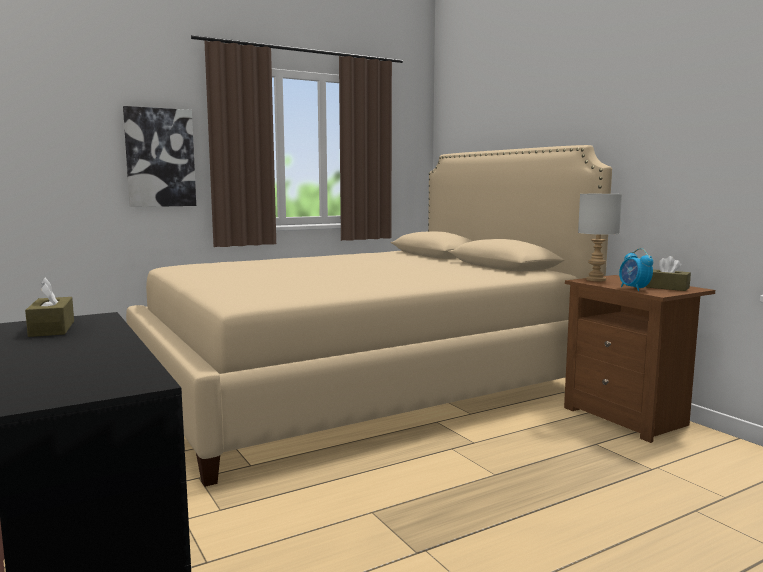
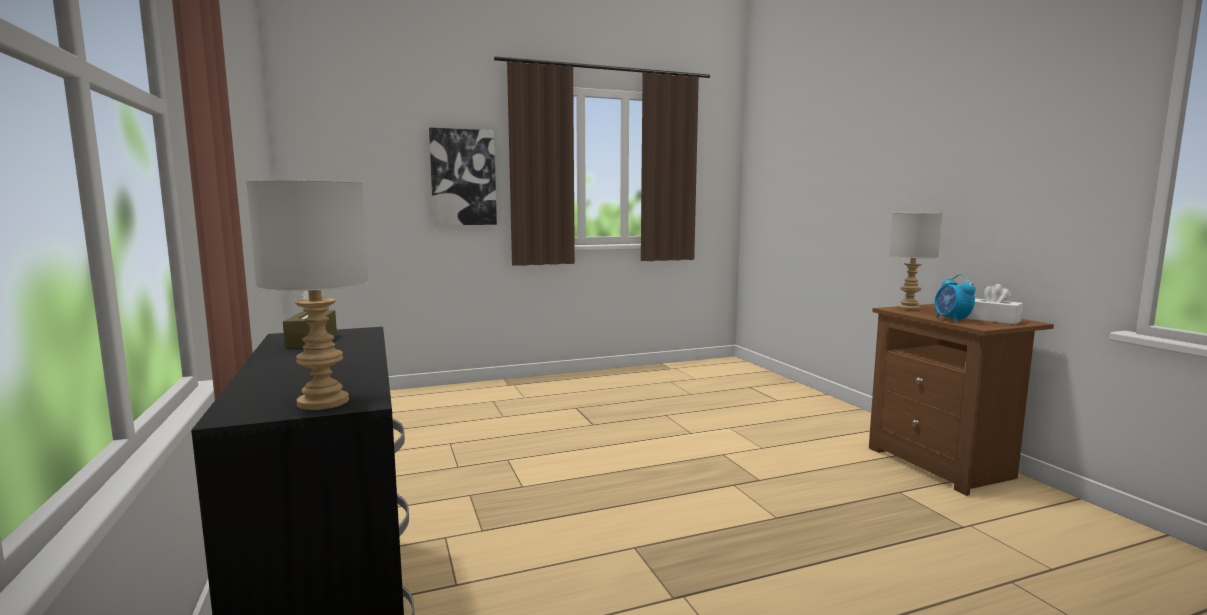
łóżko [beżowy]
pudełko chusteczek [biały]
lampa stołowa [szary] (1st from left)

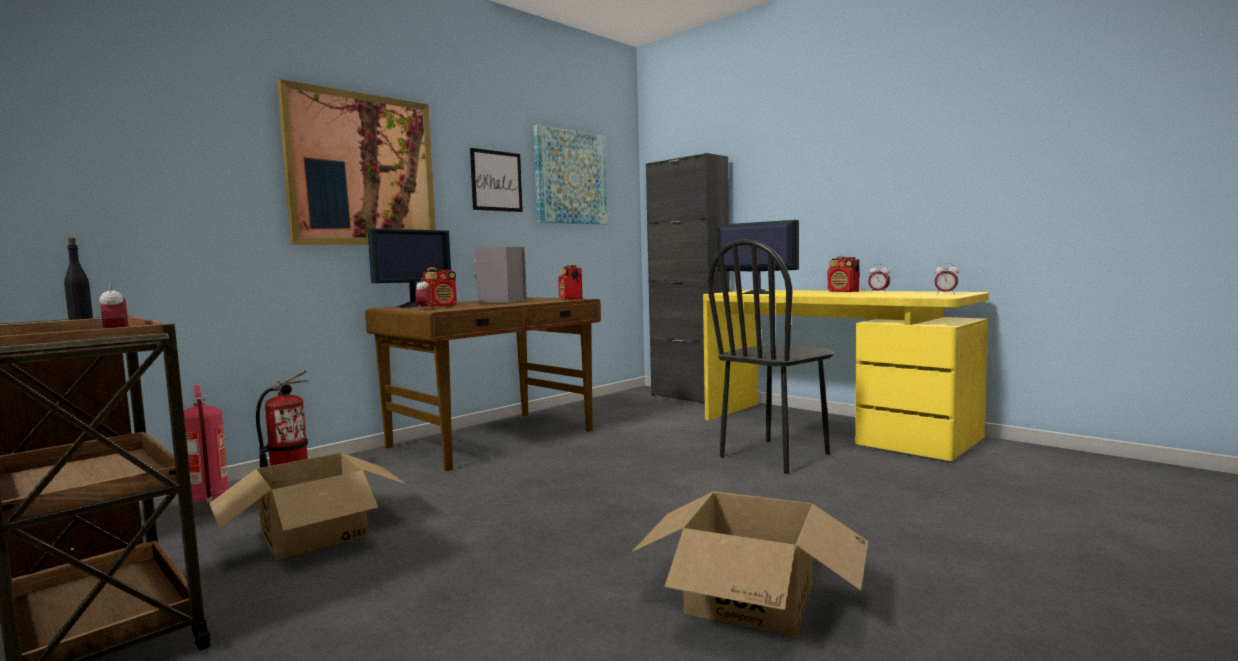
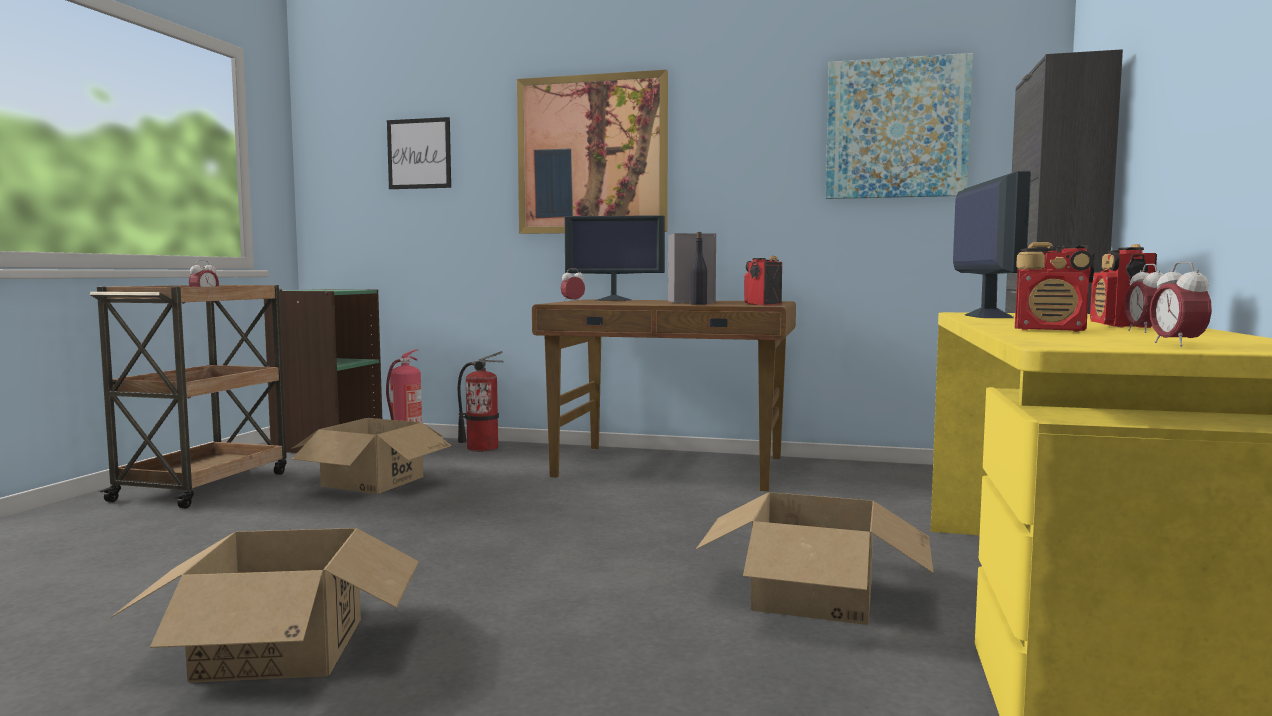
obraz (1st from left)
butelka [czarny]
karton (3rd from left)
radio (2nd from left)

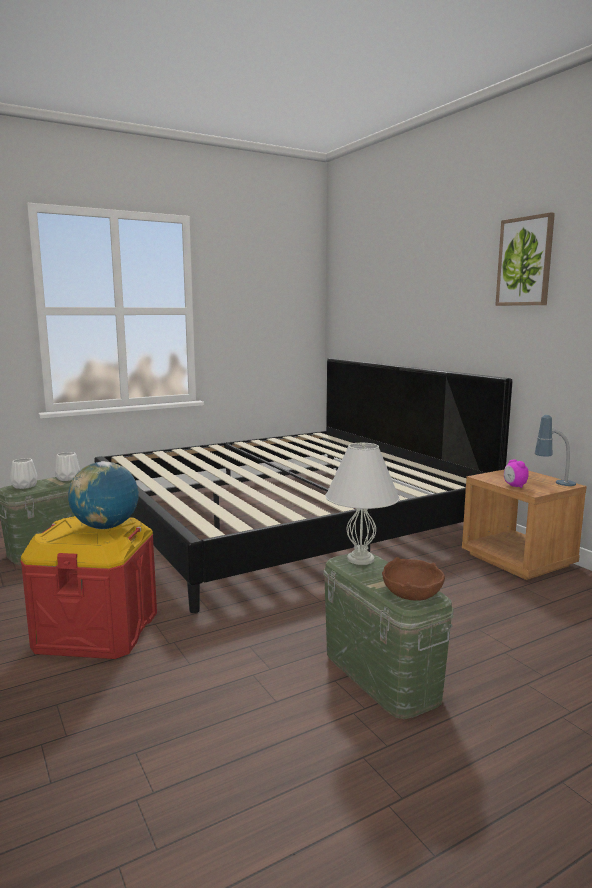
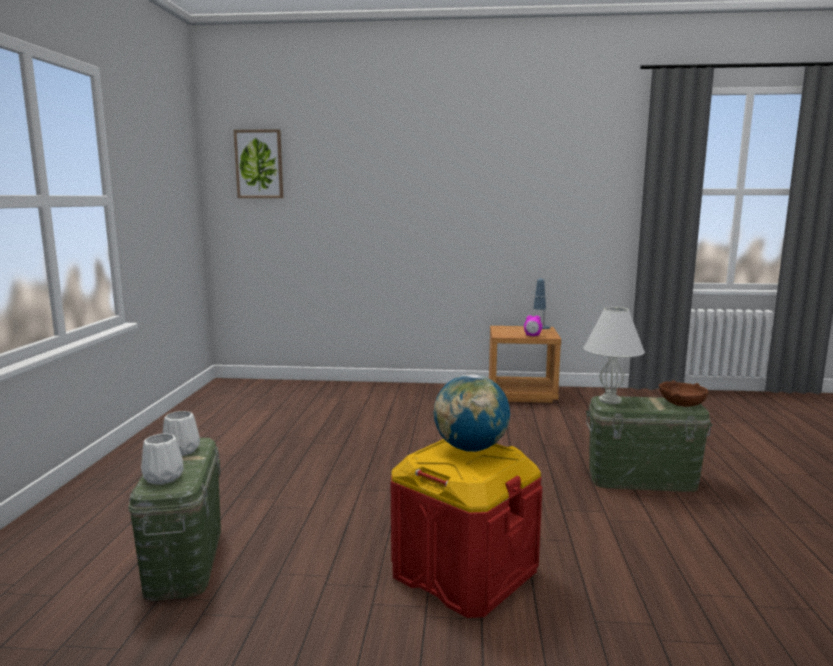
obraz
łóżko

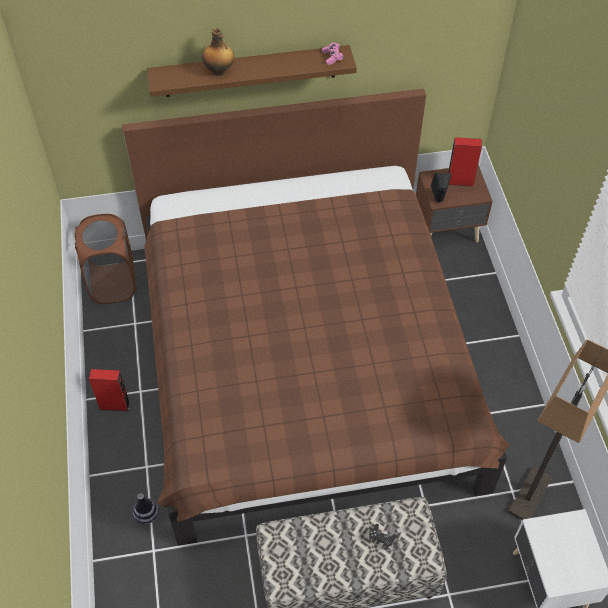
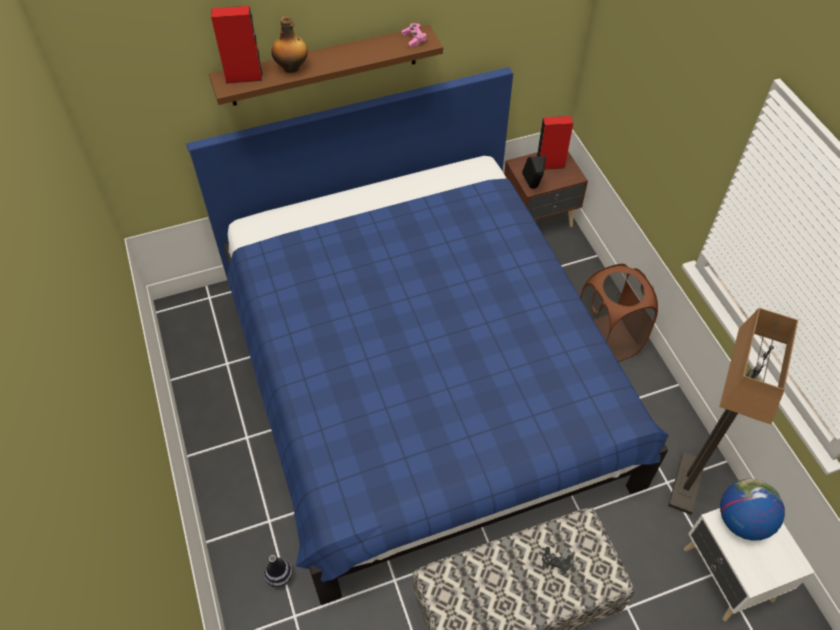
łóżko [niebieski]
kosz na pranie [brązowy]
głośnik [czerwony] (1st from left)
globus

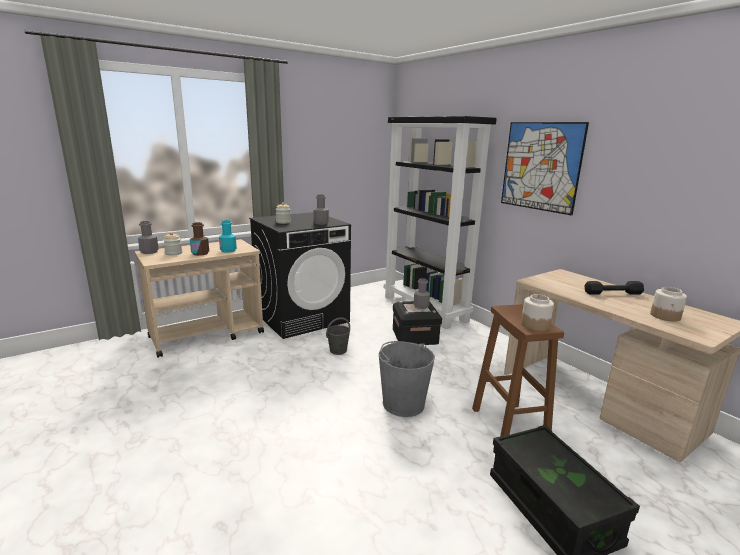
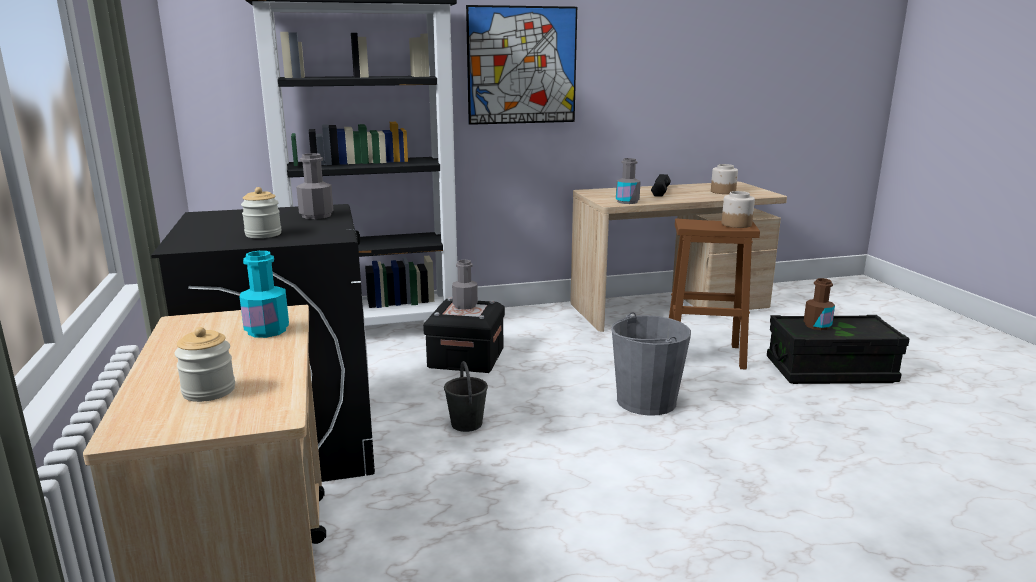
butelka [szary] (3rd from left)
butelka [brązowy]

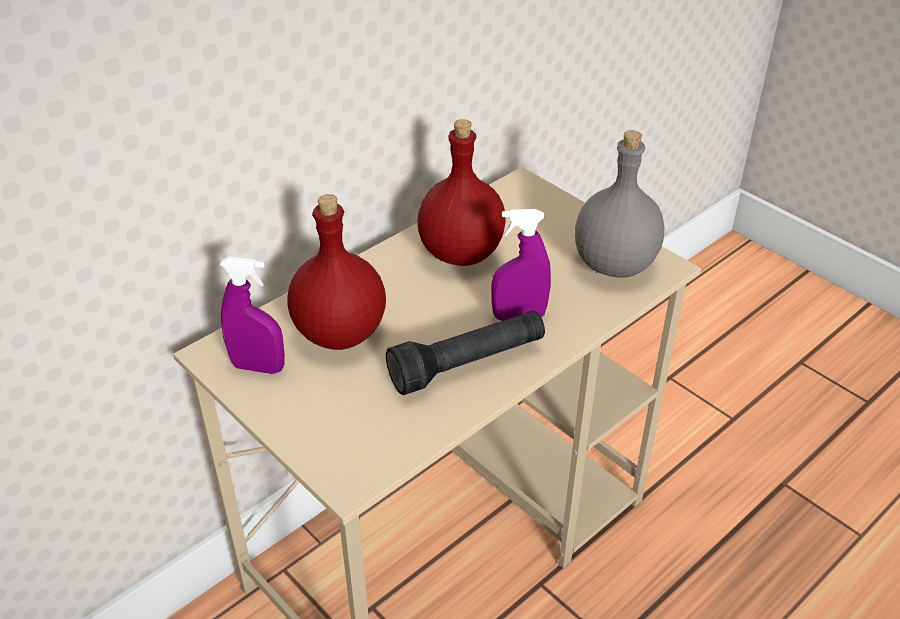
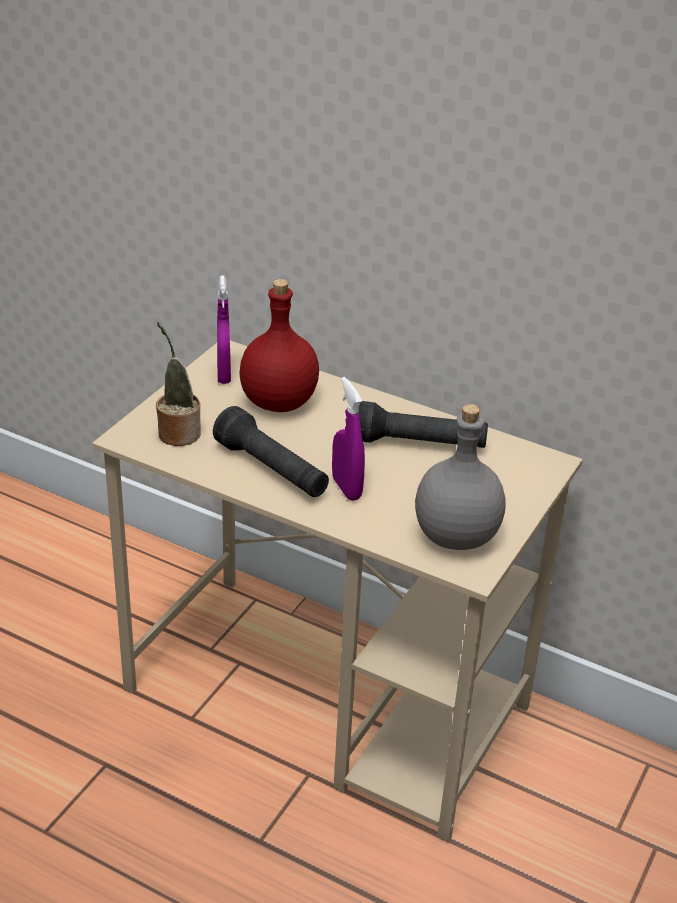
latarka [czarny] (2nd from left)
roślina doniczkowa

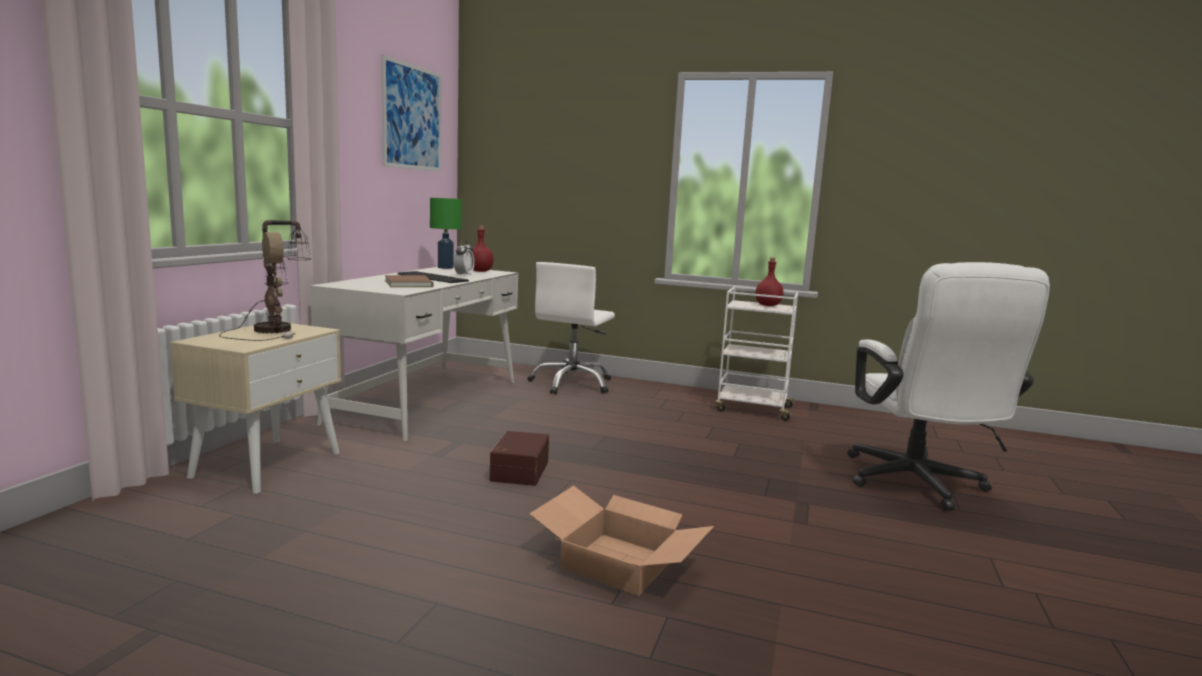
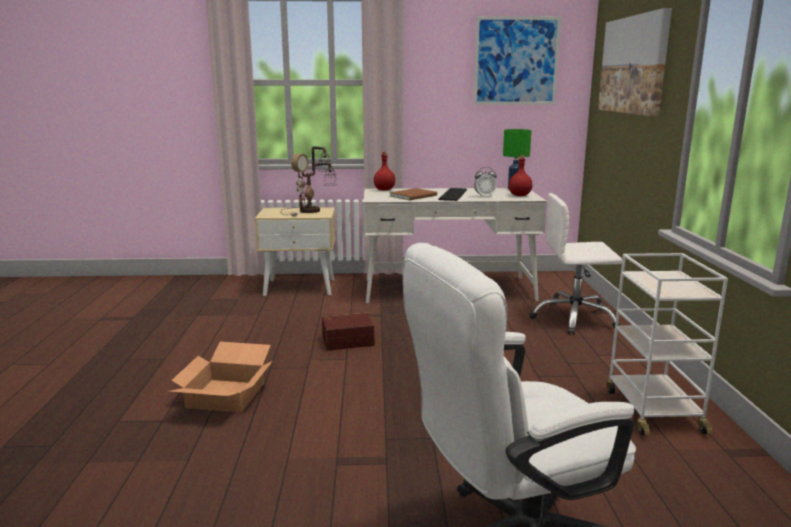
butelka [czerwony] (1st from left)
obraz (2nd from left)

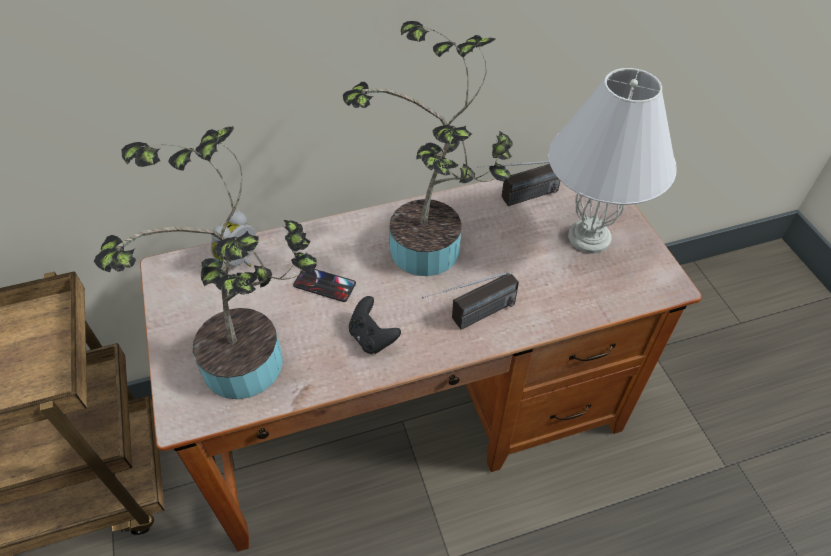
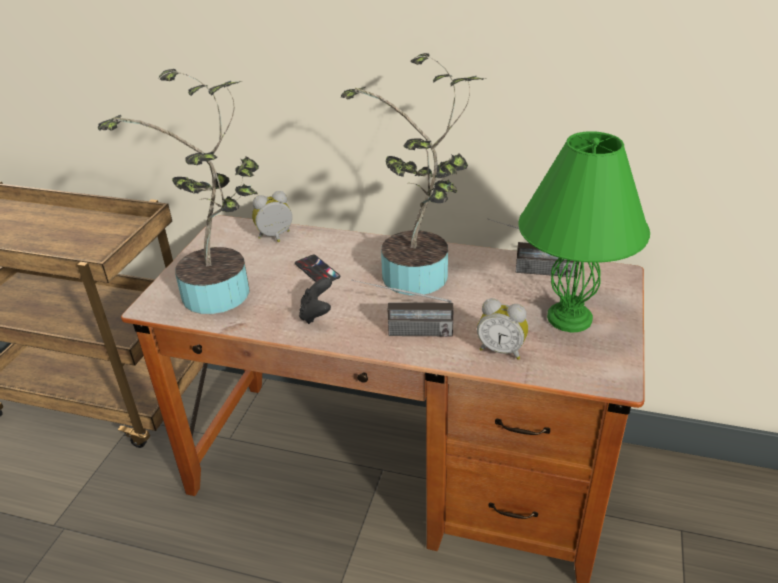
lampa stołowa [zielony]
budzik (2nd from left)

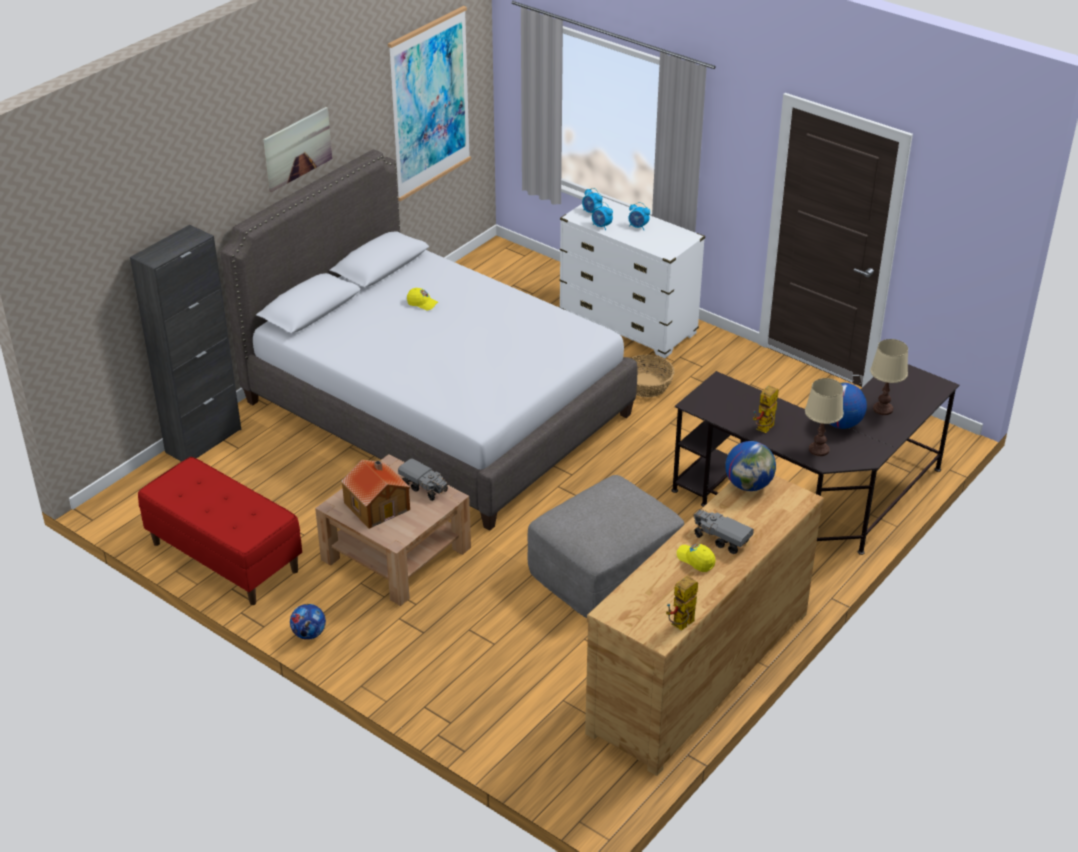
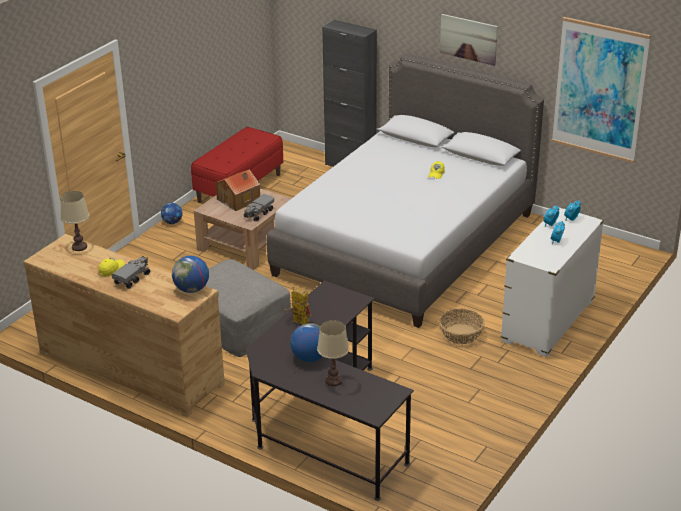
lampa stołowa [beżowy] (1st from left)
robot zabawkowy (1st from left in the first image)

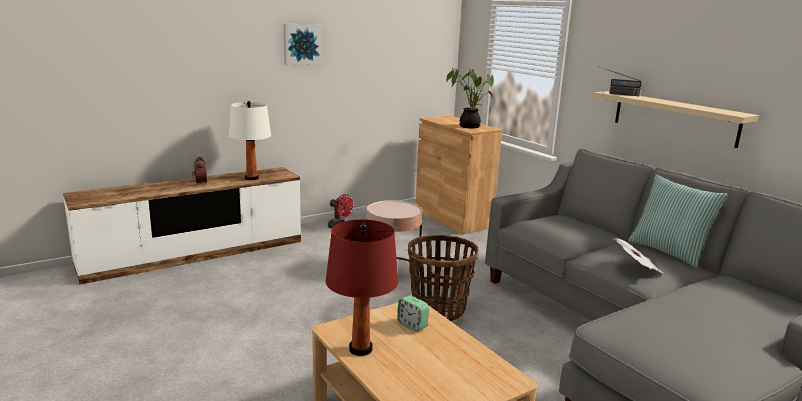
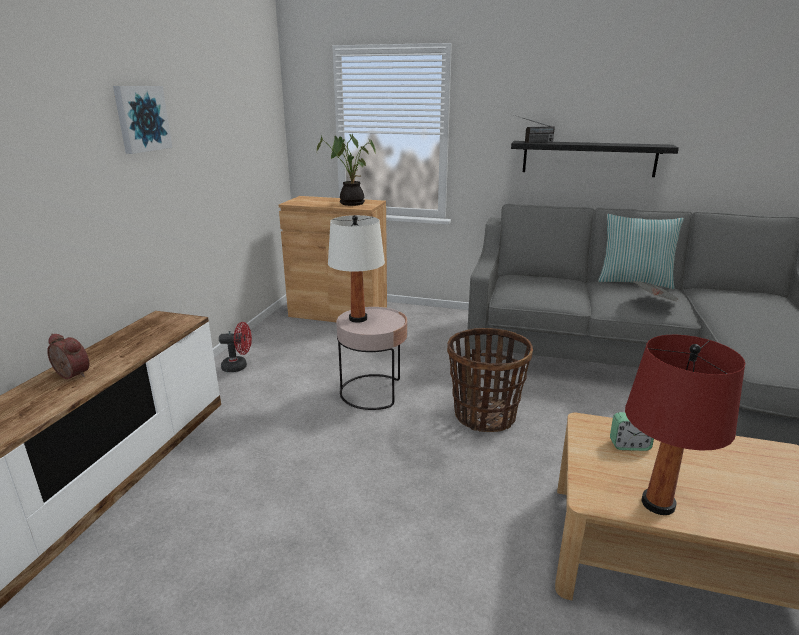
półka [czarny]
lampa stołowa [biały]

